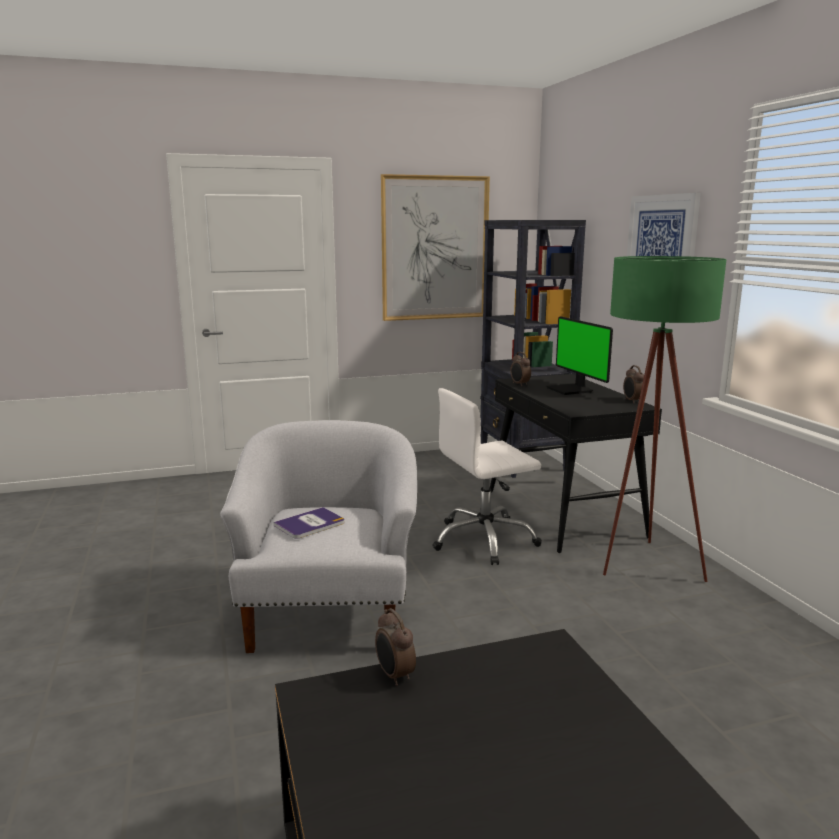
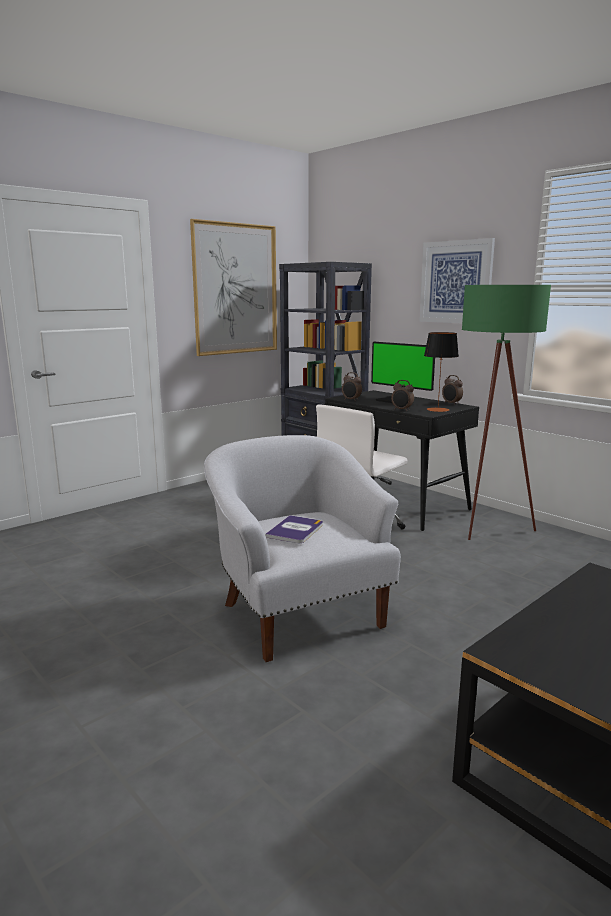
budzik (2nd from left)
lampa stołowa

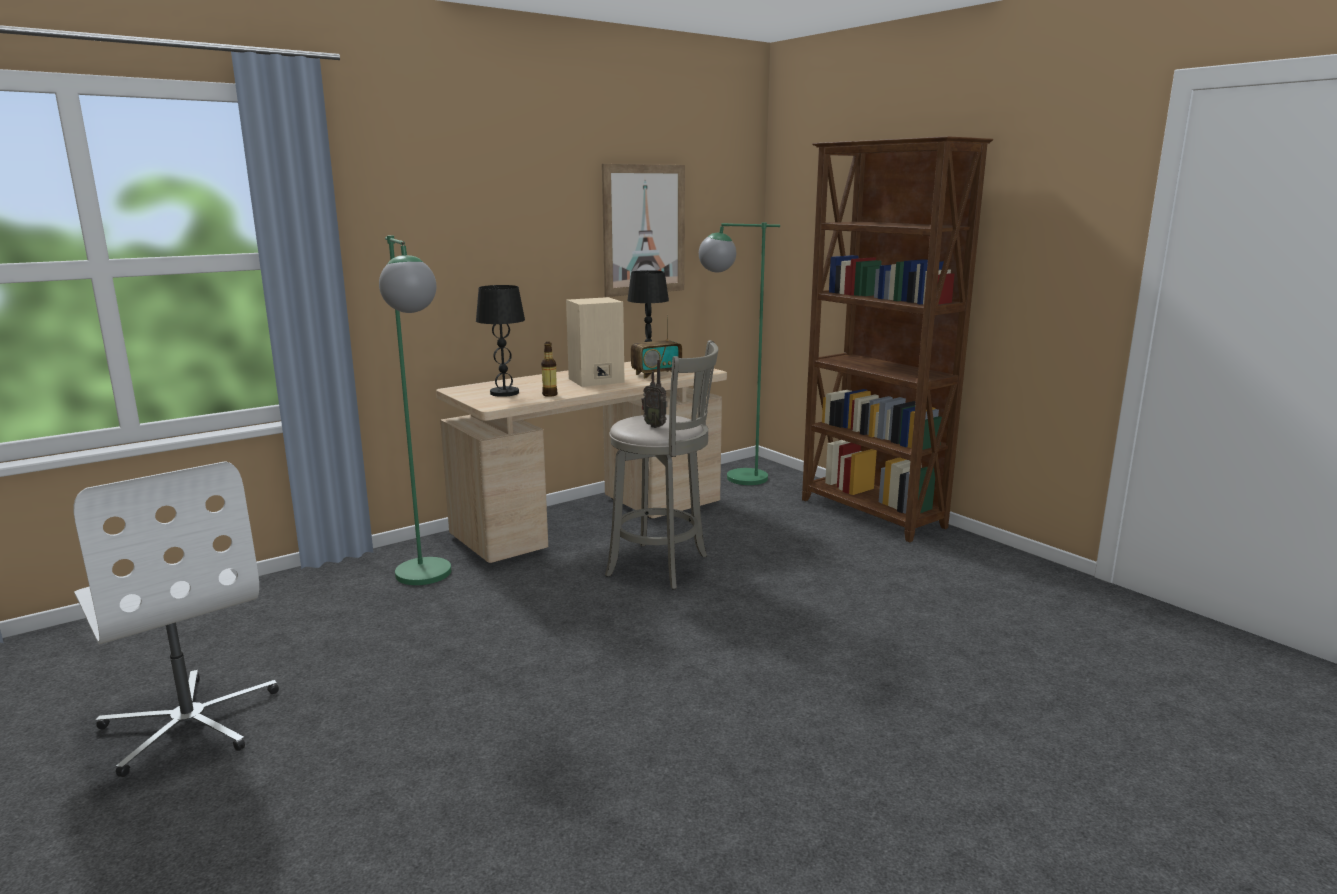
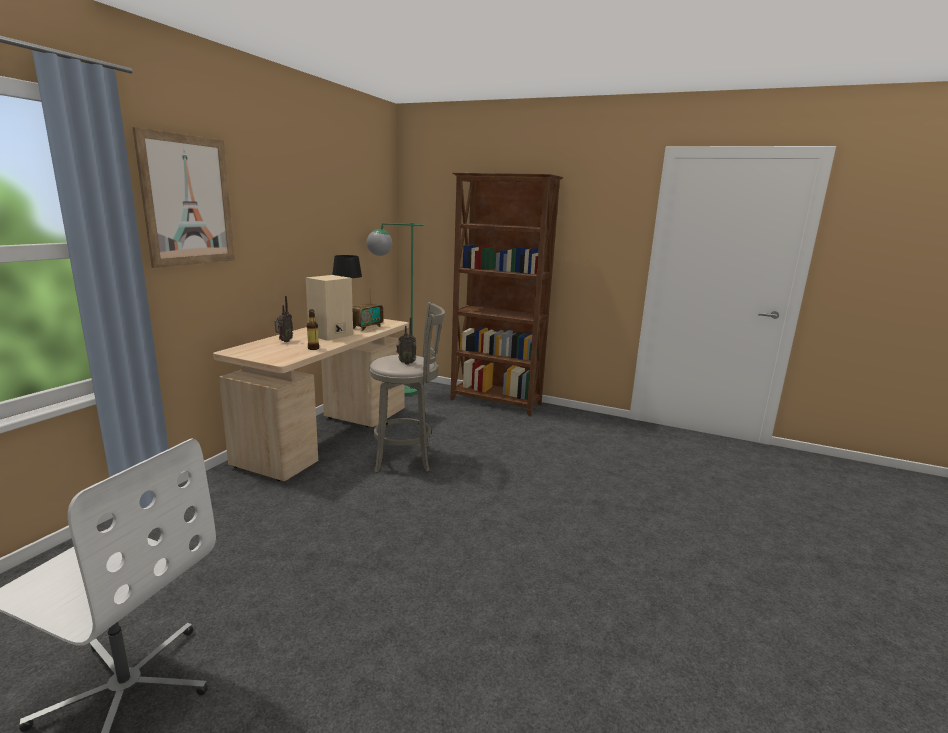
obraz
lampa stojąca [zielony] (1st from left in the first image)
lampa stołowa [czarny] (1st from left in the first image)
radio (1st from left)

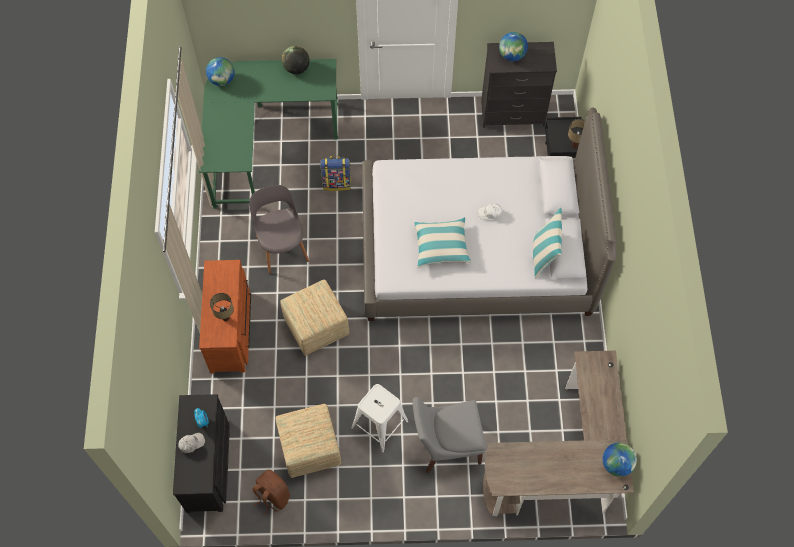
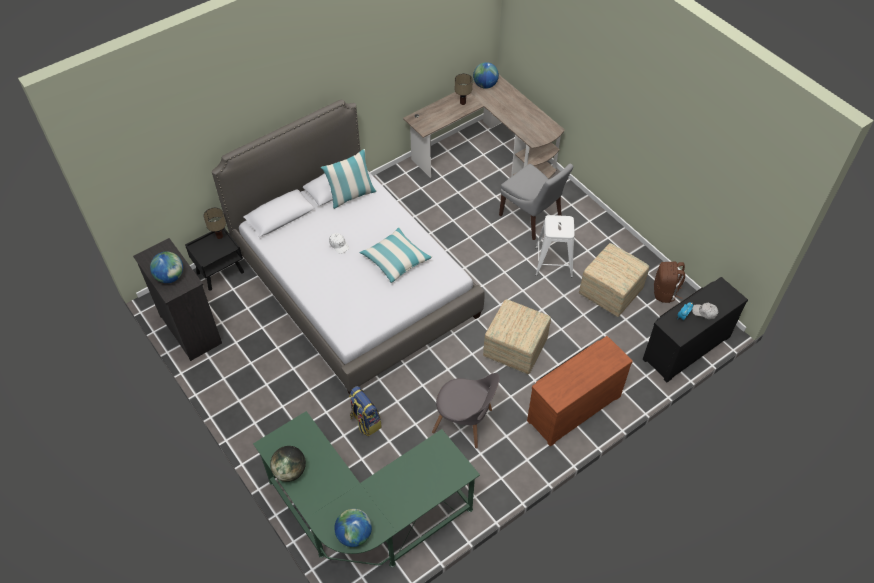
krzesło [szary] (1st from left)
lampa stołowa (2nd from left)

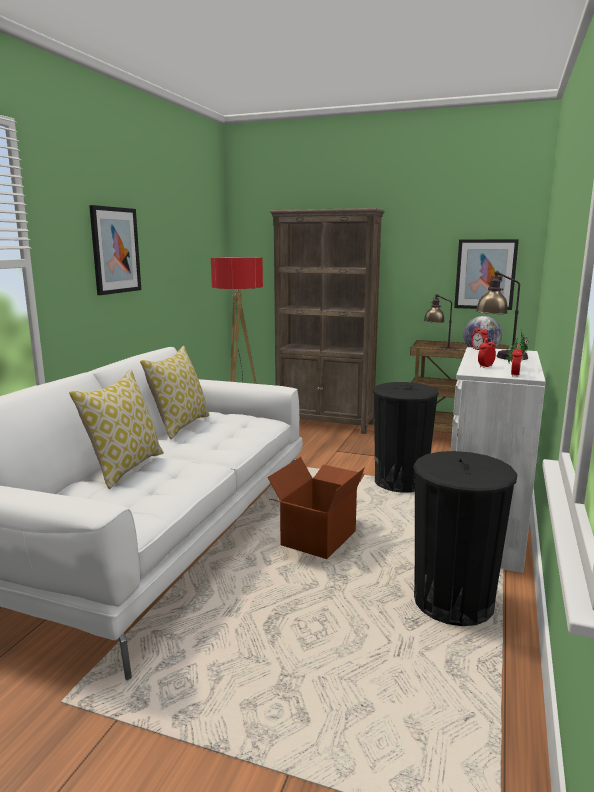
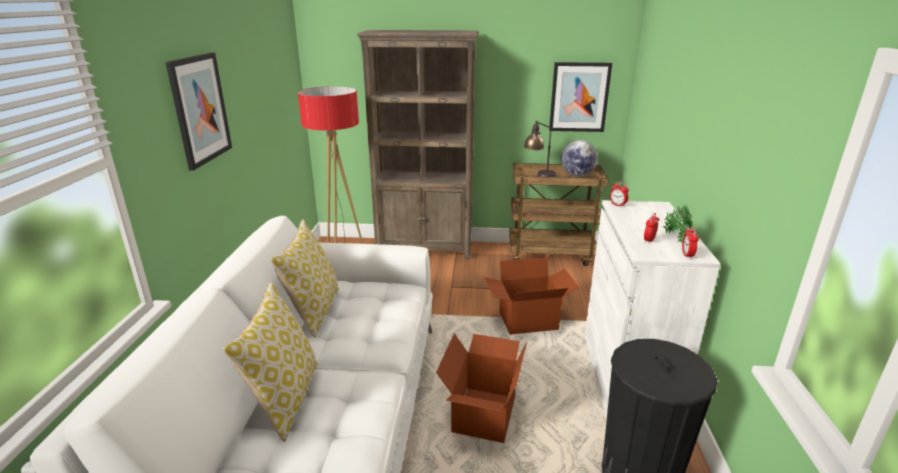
lampa stołowa (2nd from left in the first image)
karton (2nd from left)

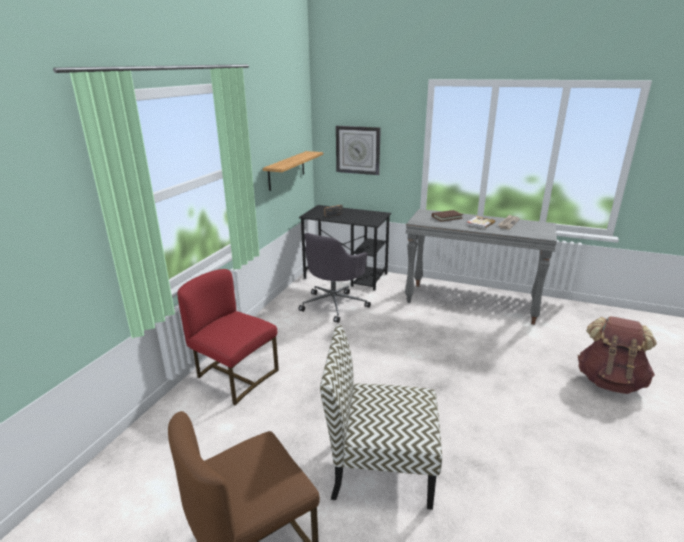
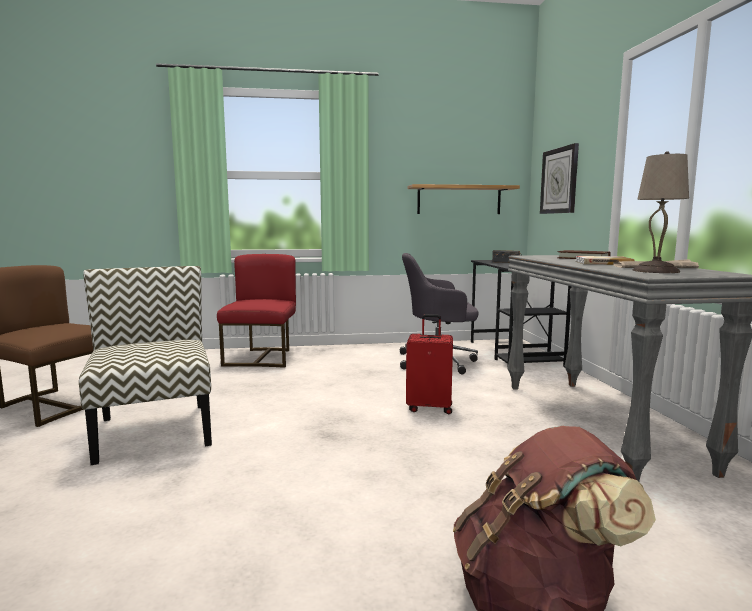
lampa stołowa [beżowy]
walizka [czerwony]

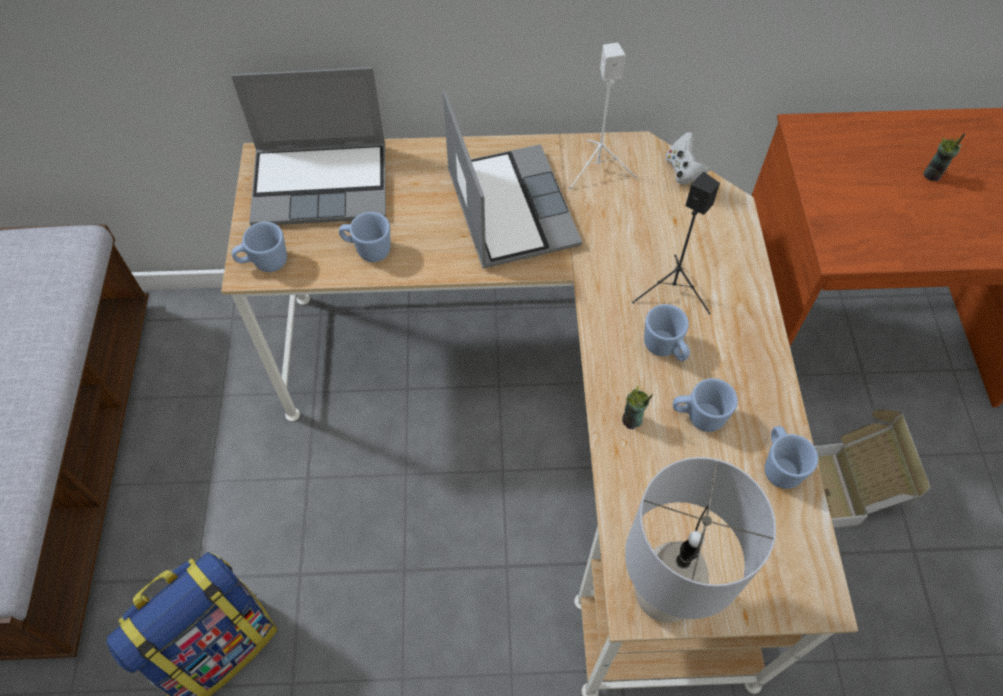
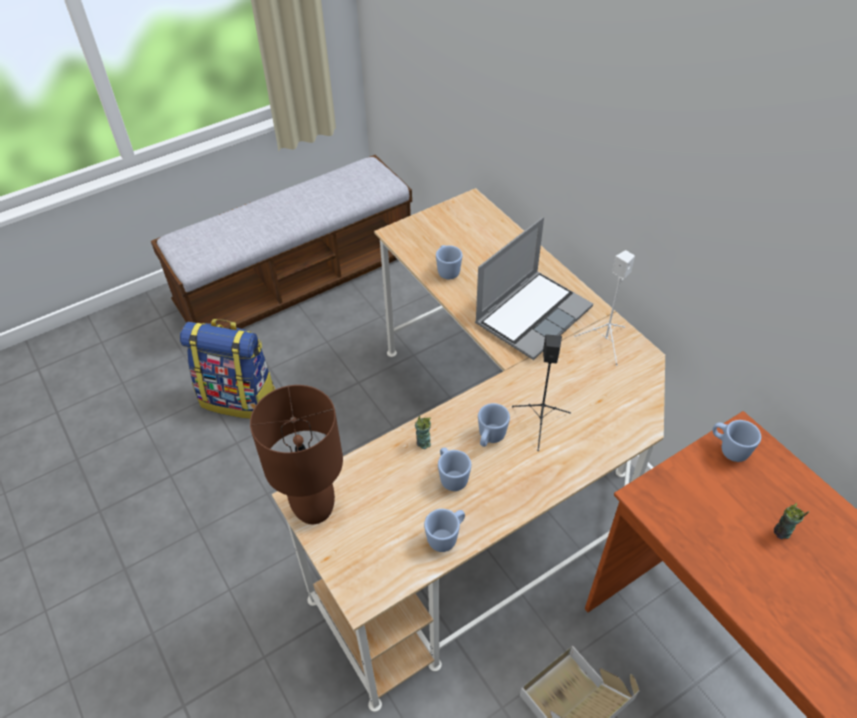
laptop (1st from left in the first image)
pad do gier [biały]
kubek [niebieski] (5th from left)
lampa stołowa [brązowy]

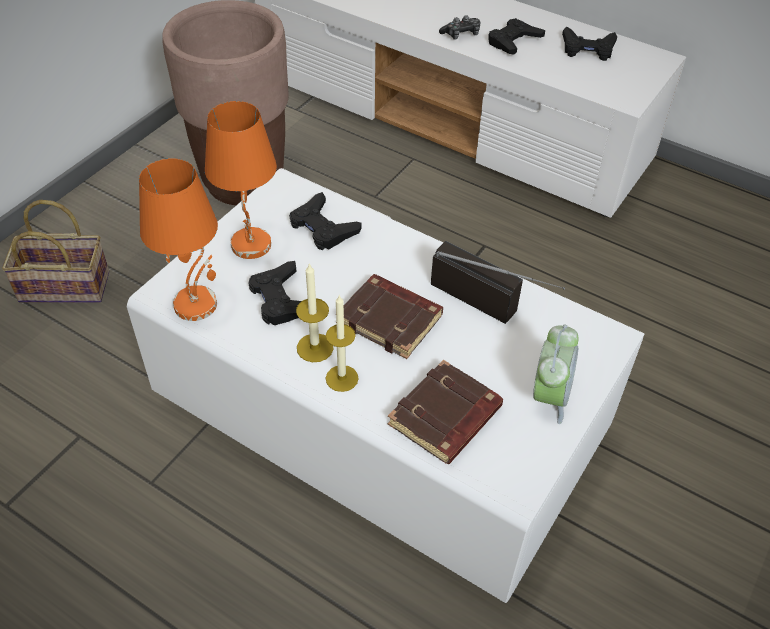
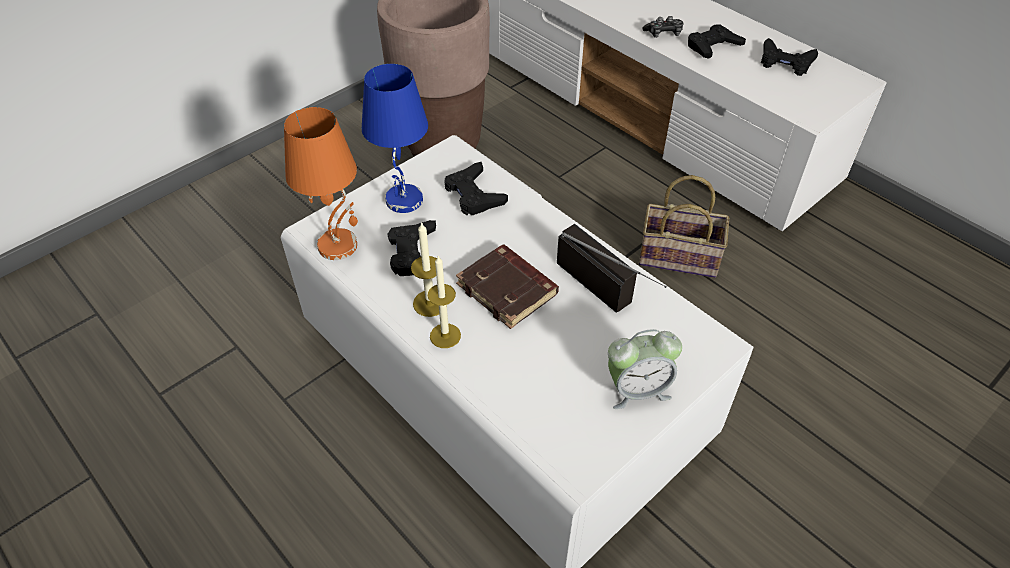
lampa stołowa [niebieski]
koszyk
budzik
książka [brązowy] (2nd from left in the first image)

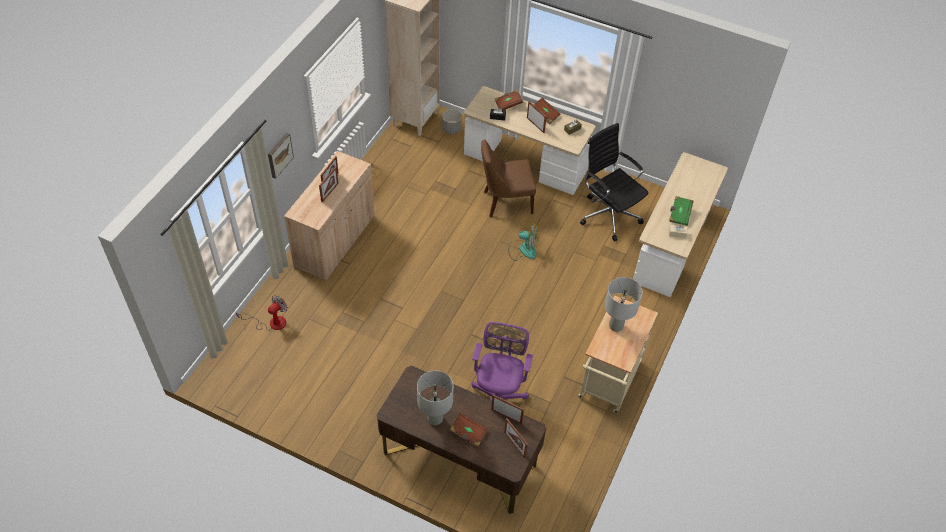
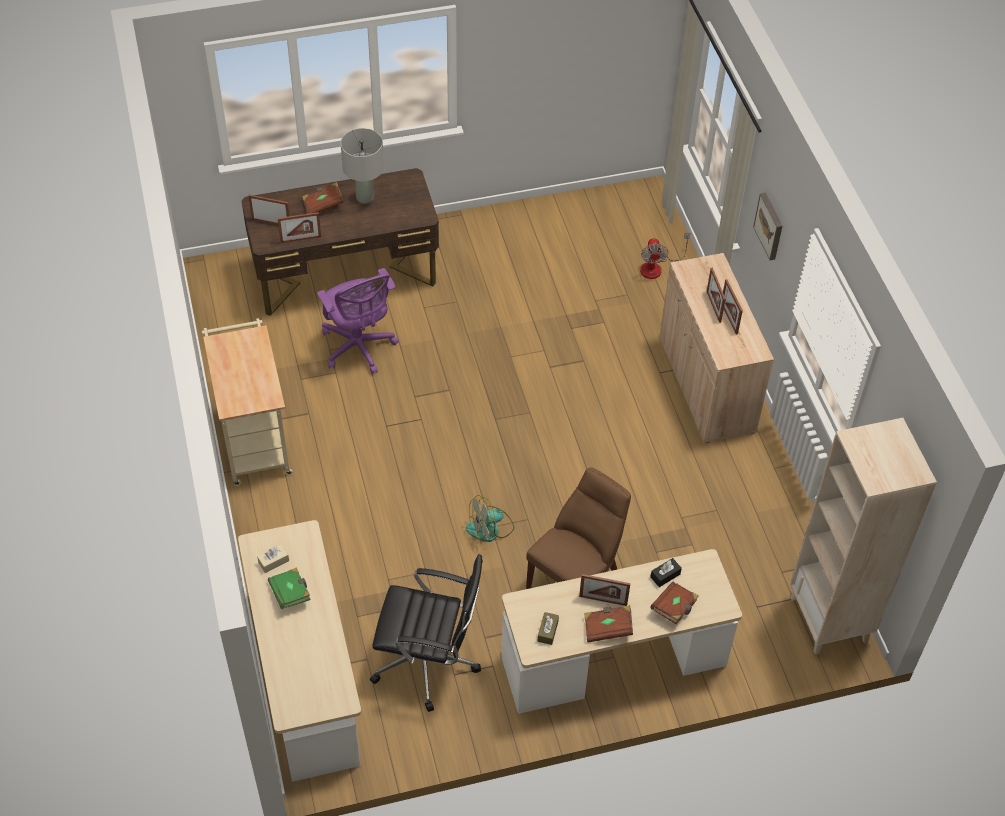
donica [szary]
lampa stołowa [szary] (2nd from left in the first image)

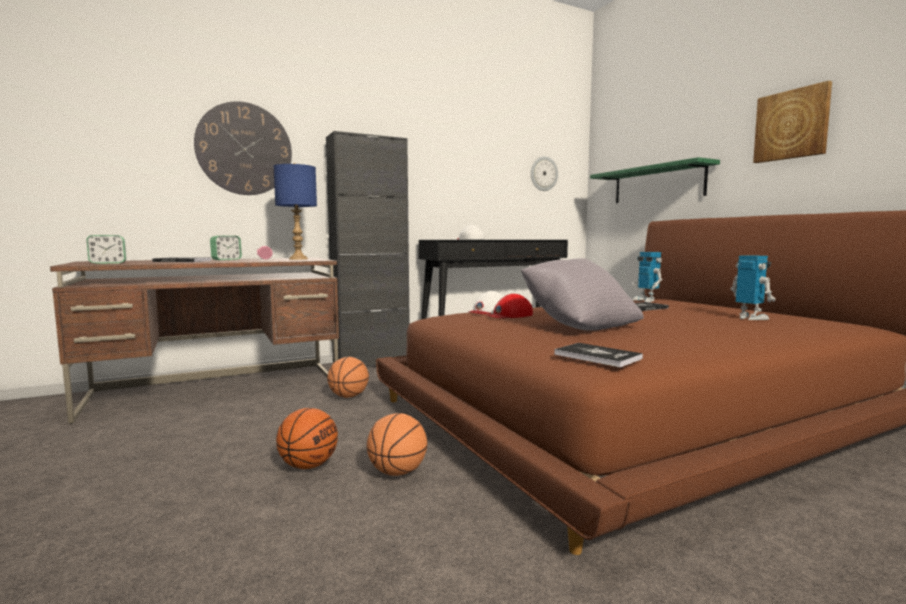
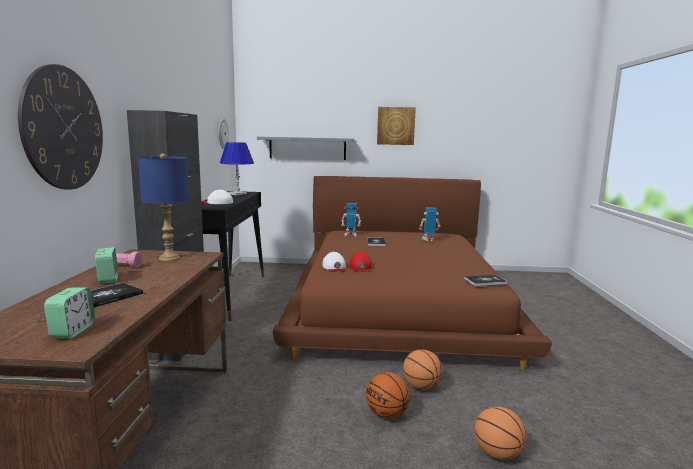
półka [szary]
poduszka [szary]
piłka do koszykówki (3rd from left)
lampa stołowa [niebieski] (2nd from left)

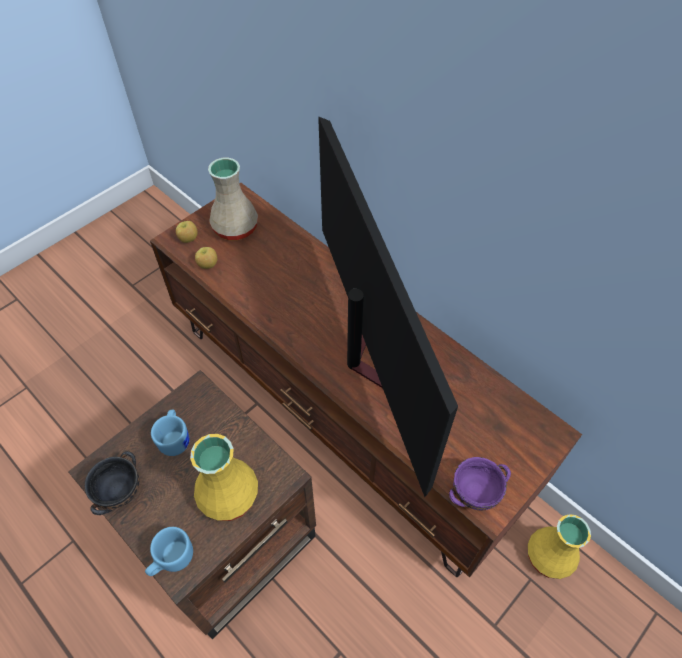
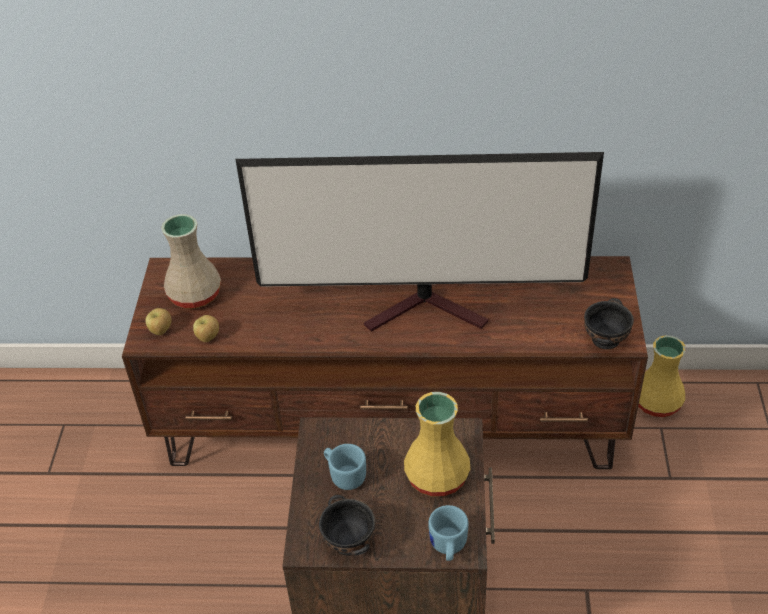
telewizor
miska [czarny] (2nd from left)

